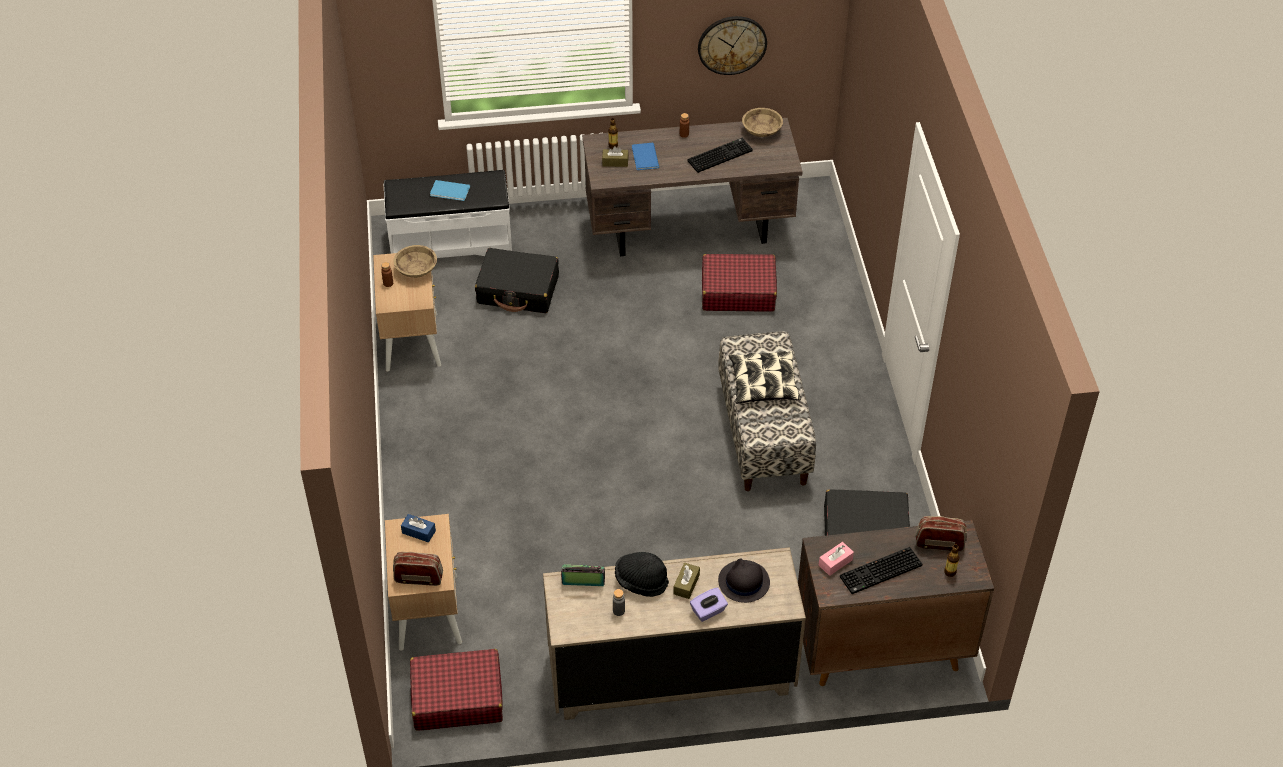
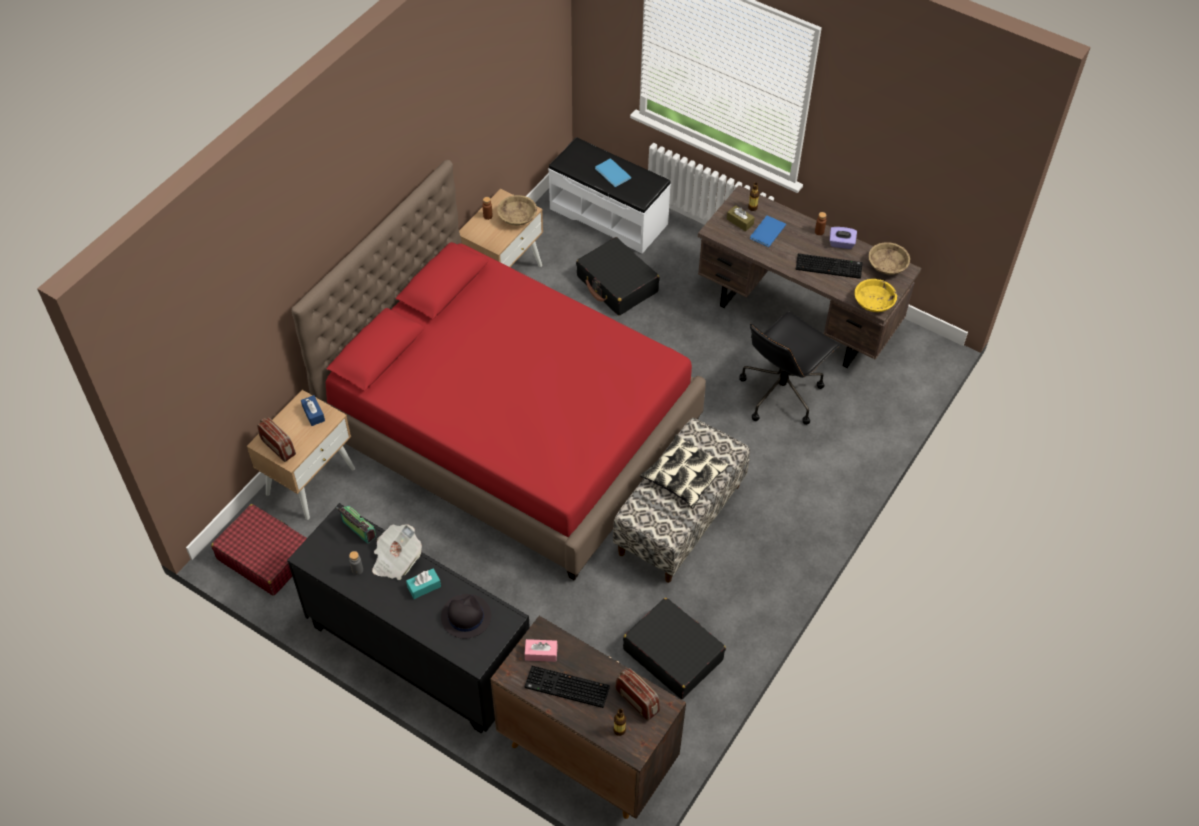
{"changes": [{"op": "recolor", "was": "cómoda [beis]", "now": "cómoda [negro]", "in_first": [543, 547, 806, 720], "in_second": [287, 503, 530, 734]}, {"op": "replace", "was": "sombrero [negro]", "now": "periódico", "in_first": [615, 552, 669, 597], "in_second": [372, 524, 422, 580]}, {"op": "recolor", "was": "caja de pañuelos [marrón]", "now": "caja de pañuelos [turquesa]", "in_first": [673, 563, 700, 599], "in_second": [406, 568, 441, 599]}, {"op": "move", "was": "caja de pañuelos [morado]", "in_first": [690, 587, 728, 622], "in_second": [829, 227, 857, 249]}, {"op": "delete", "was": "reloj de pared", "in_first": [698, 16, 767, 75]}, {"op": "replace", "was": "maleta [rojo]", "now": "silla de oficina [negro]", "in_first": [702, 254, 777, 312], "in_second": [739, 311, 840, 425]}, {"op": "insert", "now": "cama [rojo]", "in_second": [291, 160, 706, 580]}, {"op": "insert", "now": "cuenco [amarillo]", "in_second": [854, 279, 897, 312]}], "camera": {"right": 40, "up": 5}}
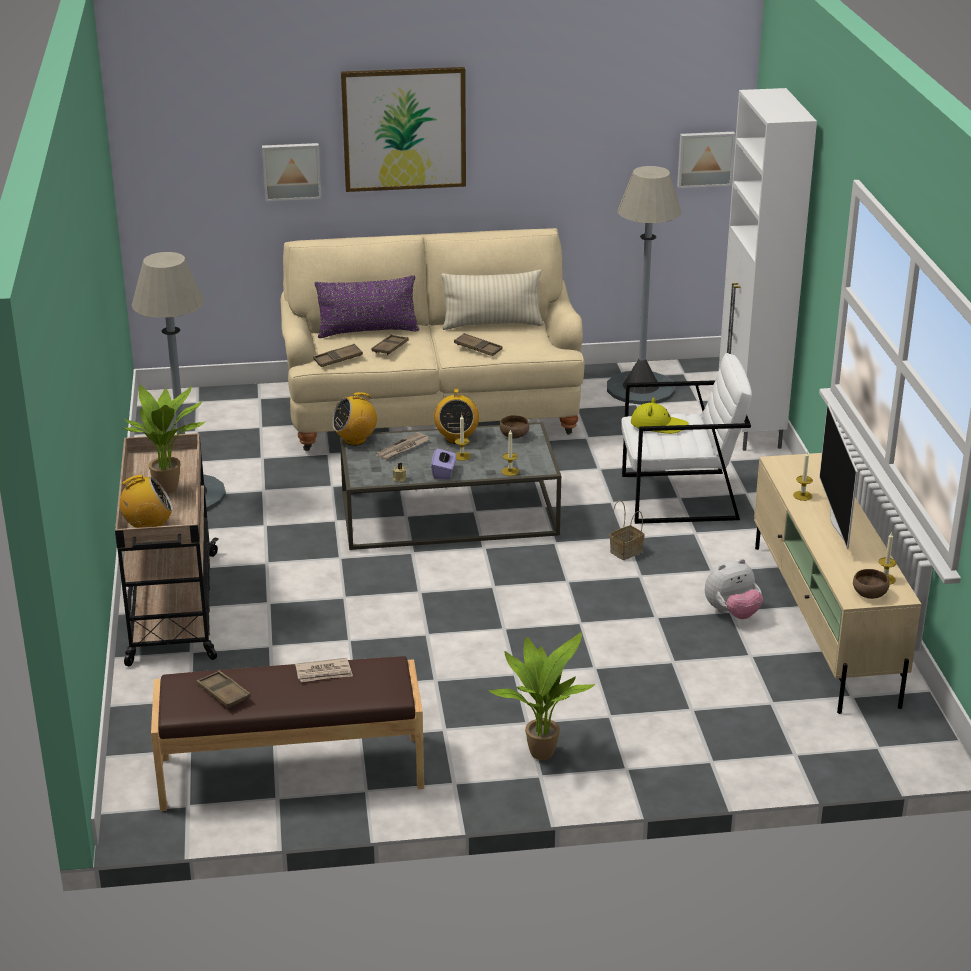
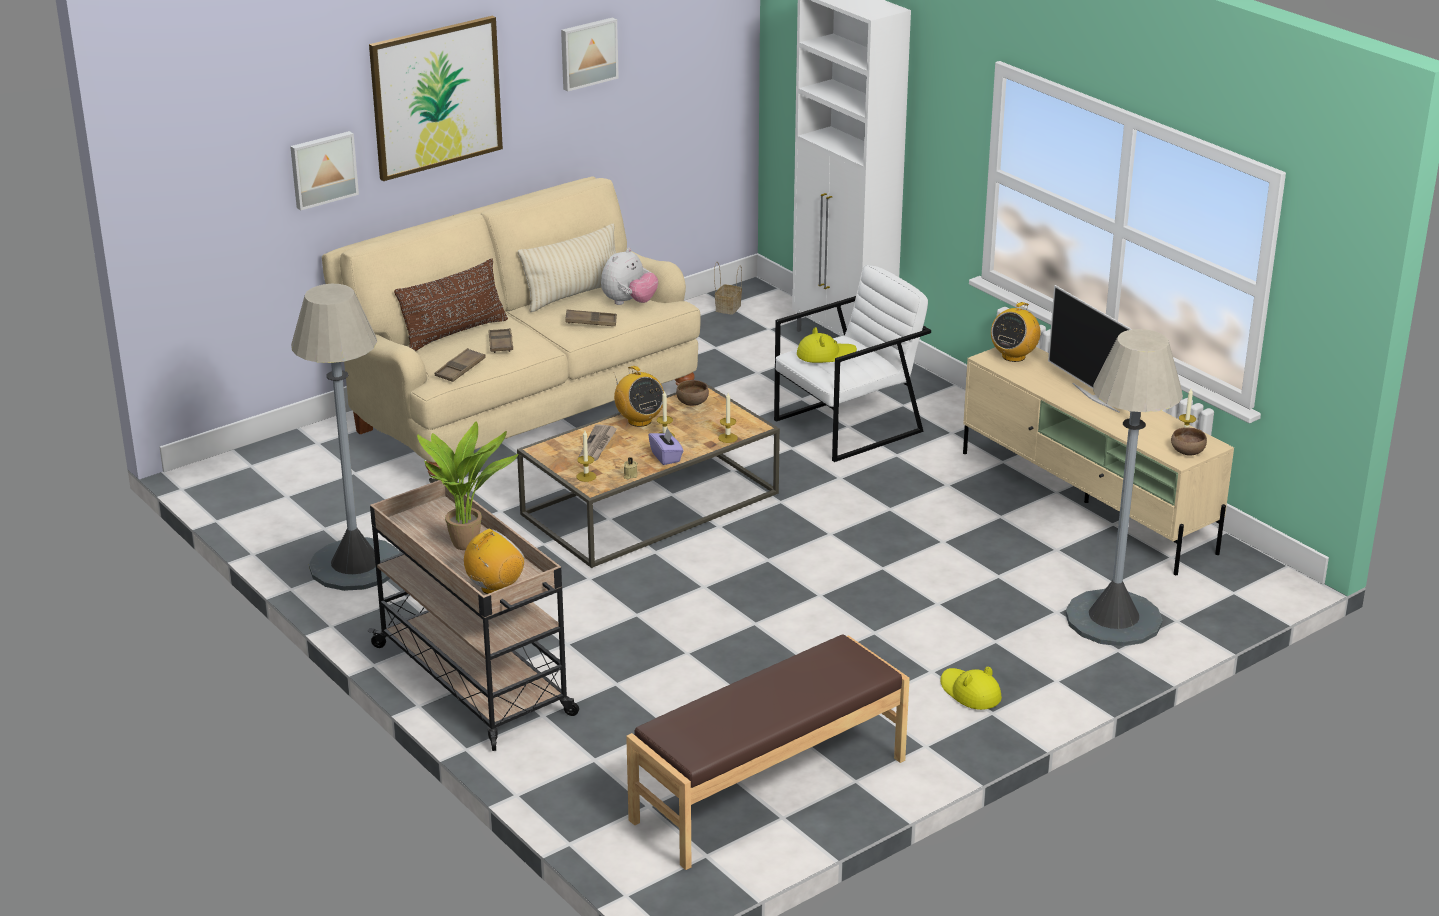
{"changes": [{"op": "delete", "was": "bandeja [marrón]", "in_first": [196, 670, 251, 708]}, {"op": "delete", "was": "periódico", "in_first": [295, 658, 353, 682]}, {"op": "recolor", "was": "cojín [morado]", "now": "cojín [marrón]", "in_first": [315, 275, 419, 338], "in_second": [394, 258, 508, 351]}, {"op": "move", "was": "radio", "in_first": [332, 392, 377, 446], "in_second": [991, 302, 1040, 362]}, {"op": "recolor", "was": "mesa de centro [gris]", "now": "mesa de centro [marrón]", "in_first": [340, 422, 561, 550], "in_second": [517, 382, 780, 568]}, {"op": "replace", "was": "planta en maceta", "now": "sombrero [amarillo]", "in_first": [488, 632, 595, 760], "in_second": [940, 666, 1002, 710]}, {"op": "move", "was": "lámpara de pie [gris]", "in_first": [607, 166, 682, 405], "in_second": [1066, 329, 1183, 646]}, {"op": "move", "was": "cesta", "in_first": [610, 500, 644, 560], "in_second": [714, 262, 742, 315]}, {"op": "move", "was": "cuadro", "in_first": [677, 132, 735, 188], "in_second": [561, 17, 619, 91]}, {"op": "move", "was": "peluche", "in_first": [705, 559, 763, 619], "in_second": [601, 248, 658, 305]}, {"op": "move", "was": "vela", "in_first": [793, 451, 813, 501], "in_second": [577, 430, 596, 482]}], "camera": {"right": -30, "up": 0}}
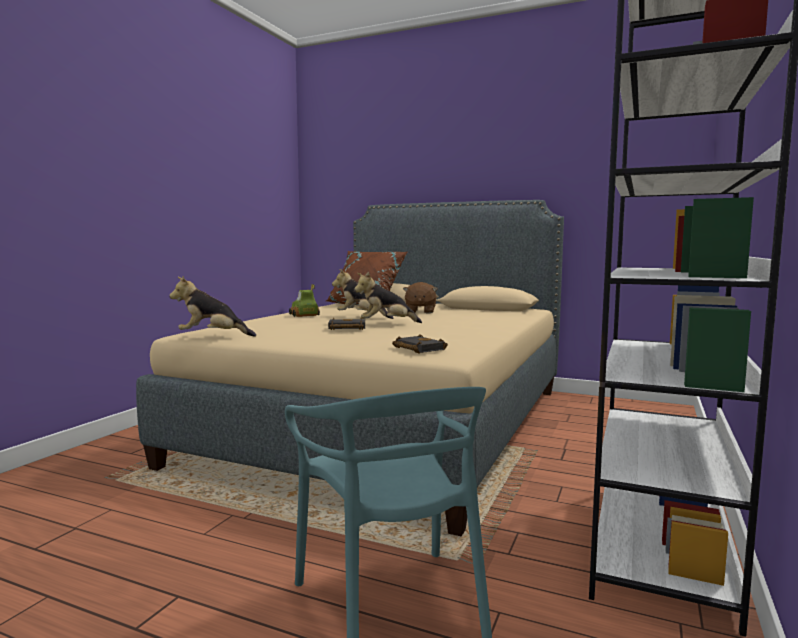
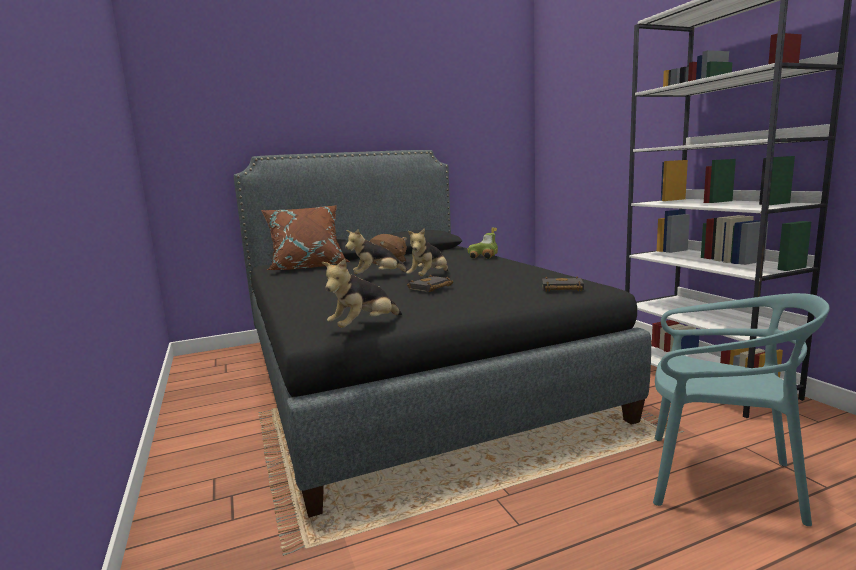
{"changes": [{"op": "recolor", "was": "cama [beis]", "now": "cama [negro]", "in_first": [136, 200, 564, 536], "in_second": [233, 150, 651, 518]}, {"op": "move", "was": "coche de juguete", "in_first": [289, 284, 320, 317], "in_second": [467, 227, 498, 259]}], "camera": {"right": -45, "up": 5}}
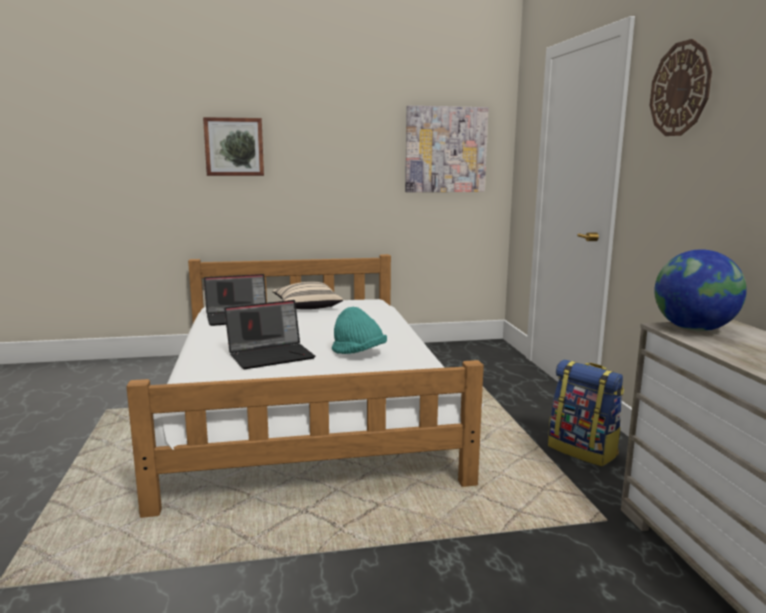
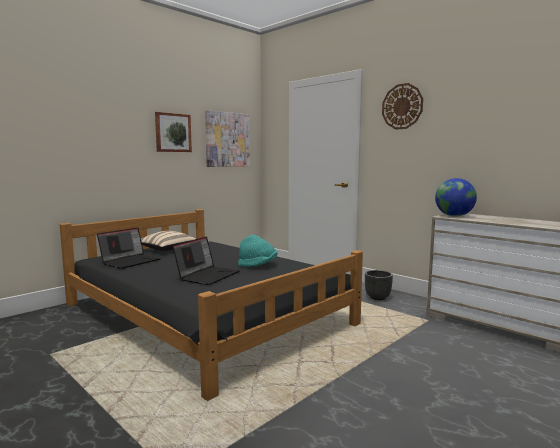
{"changes": [{"op": "recolor", "was": "cama [blanco]", "now": "cama [negro]", "in_first": [126, 254, 484, 518], "in_second": [60, 209, 363, 401]}, {"op": "move", "was": "cuadro", "in_first": [203, 117, 264, 176], "in_second": [155, 112, 192, 152]}, {"op": "replace", "was": "mochila", "now": "maceta [negro]", "in_first": [548, 360, 624, 466], "in_second": [365, 270, 393, 300]}], "camera": {"right": -35, "up": -5}}
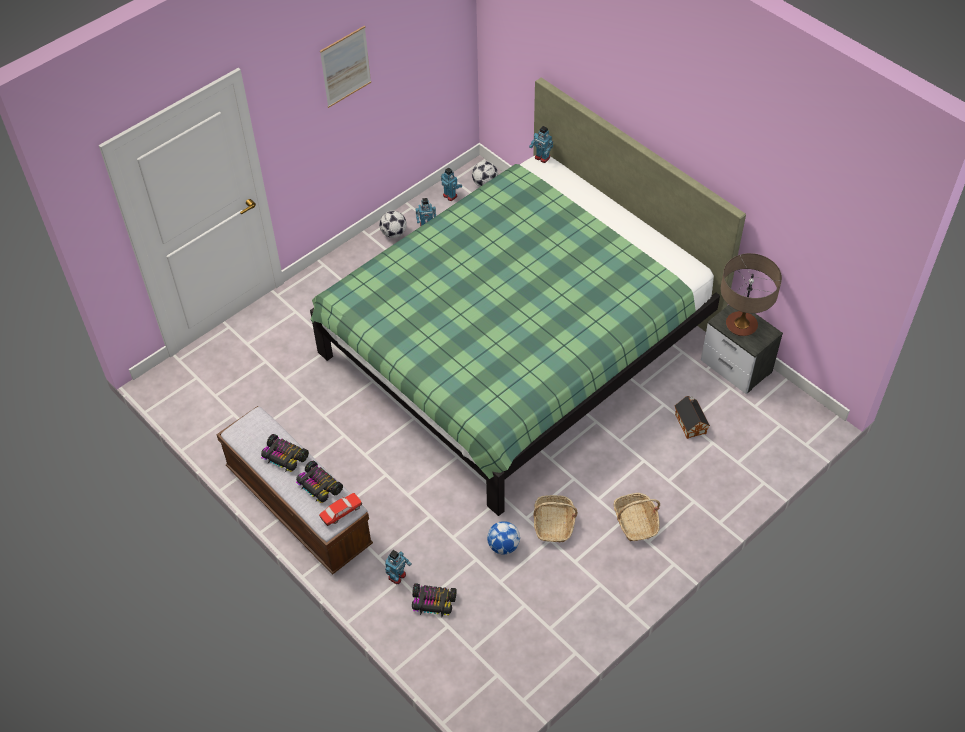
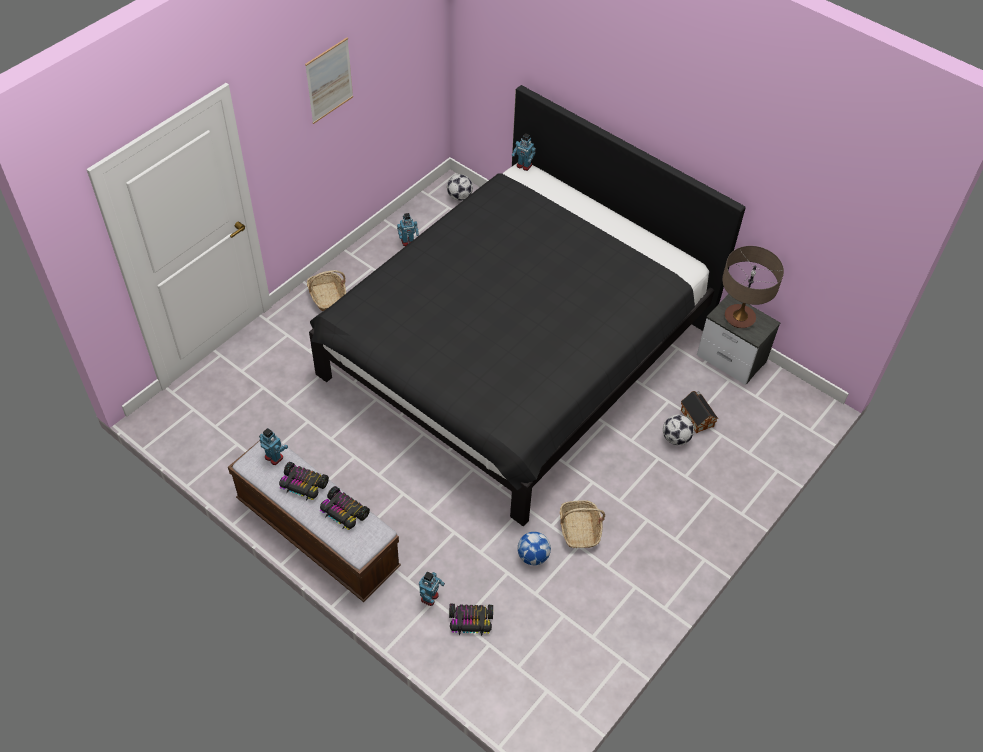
{"changes": [{"op": "recolor", "was": "cama [verde]", "now": "cama [negro]", "in_first": [310, 78, 746, 516], "in_second": [309, 85, 746, 526]}, {"op": "delete", "was": "coche de juguete", "in_first": [319, 493, 362, 526]}, {"op": "move", "was": "balón de fútbol", "in_first": [379, 211, 407, 238], "in_second": [663, 414, 694, 445]}, {"op": "move", "was": "robot de juguete", "in_first": [441, 168, 462, 201], "in_second": [259, 428, 288, 465]}, {"op": "move", "was": "cesta", "in_first": [614, 493, 660, 541], "in_second": [307, 270, 346, 311]}], "camera": {"right": -10, "up": 0}}
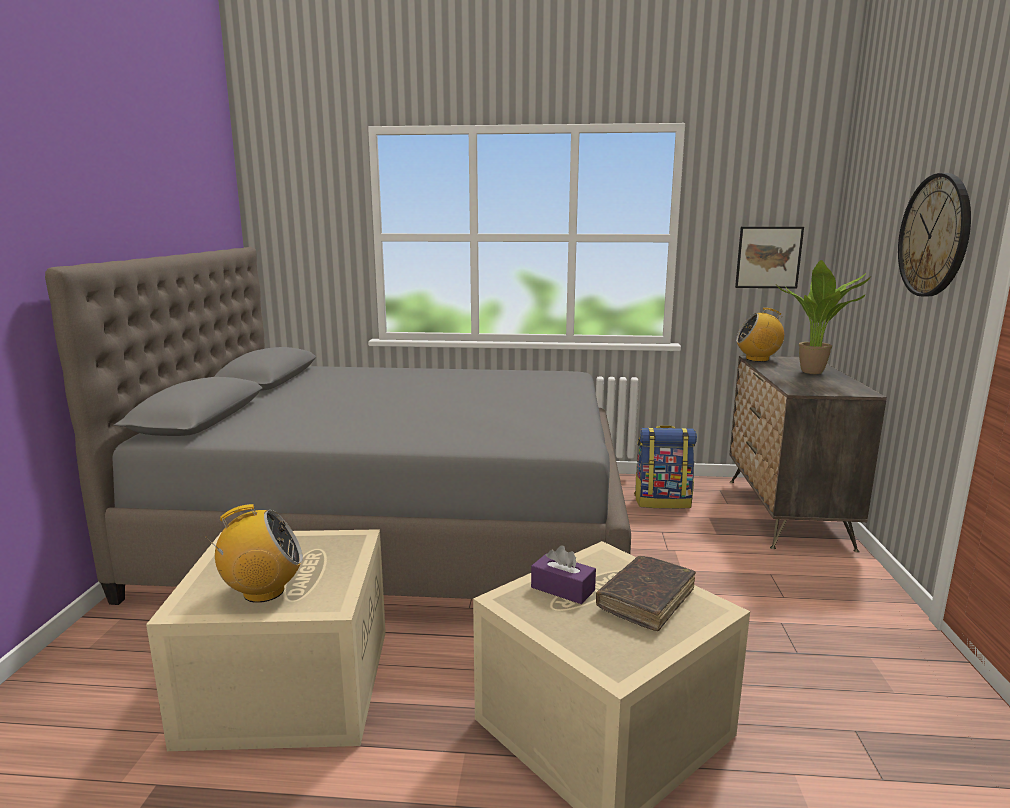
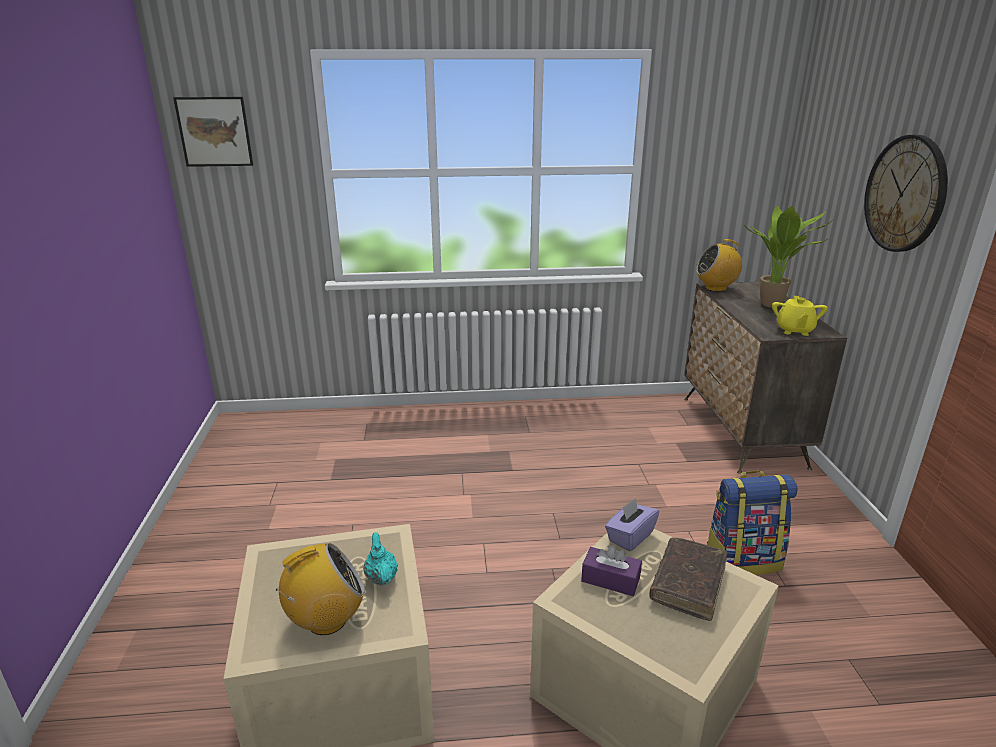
{"changes": [{"op": "delete", "was": "cama [gris]", "in_first": [45, 247, 631, 605]}, {"op": "move", "was": "mochila", "in_first": [634, 425, 697, 509], "in_second": [707, 471, 797, 575]}, {"op": "move", "was": "cuadro", "in_first": [735, 227, 804, 288], "in_second": [173, 97, 253, 167]}, {"op": "insert", "now": "tetera [turquesa]", "in_second": [363, 532, 398, 586]}, {"op": "insert", "now": "caja de pañuelos [morado]", "in_second": [605, 498, 659, 552]}, {"op": "insert", "now": "tetera [amarillo]", "in_second": [772, 296, 828, 336]}], "camera": {"right": -10, "up": 10}}
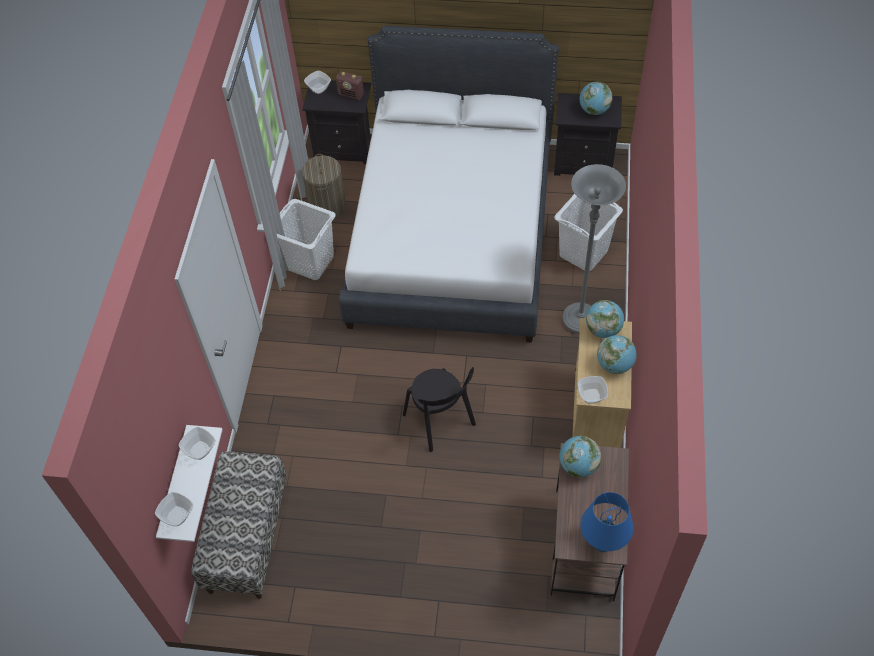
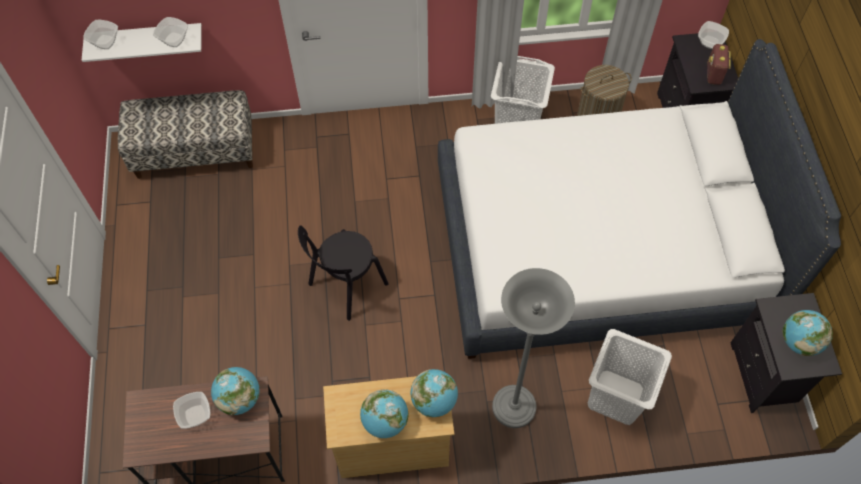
{"changes": [{"op": "move", "was": "cuenco", "in_first": [578, 376, 608, 404], "in_second": [173, 392, 210, 429]}, {"op": "delete", "was": "lámpara de mesa [azul]", "in_first": [580, 492, 633, 552]}], "camera": {"right": 75, "up": 5}}
